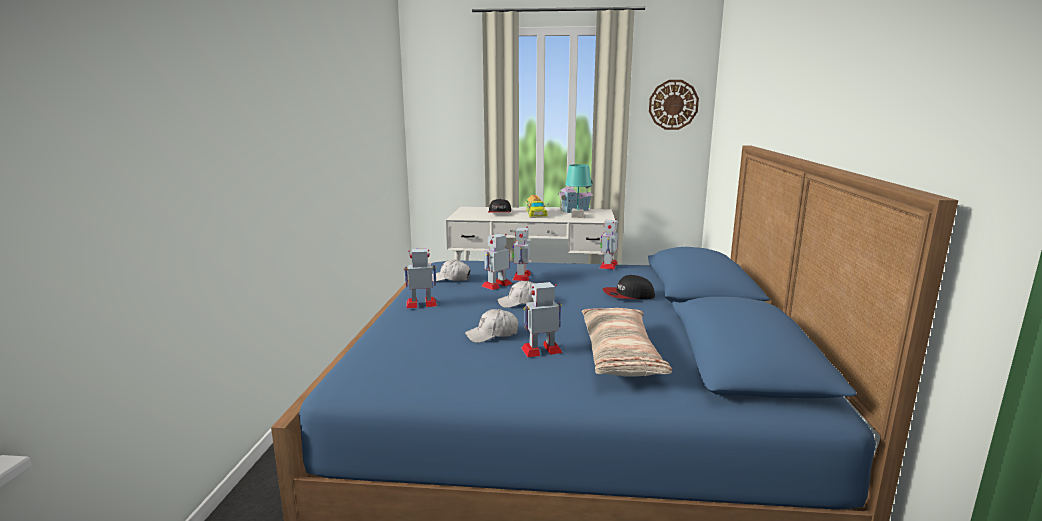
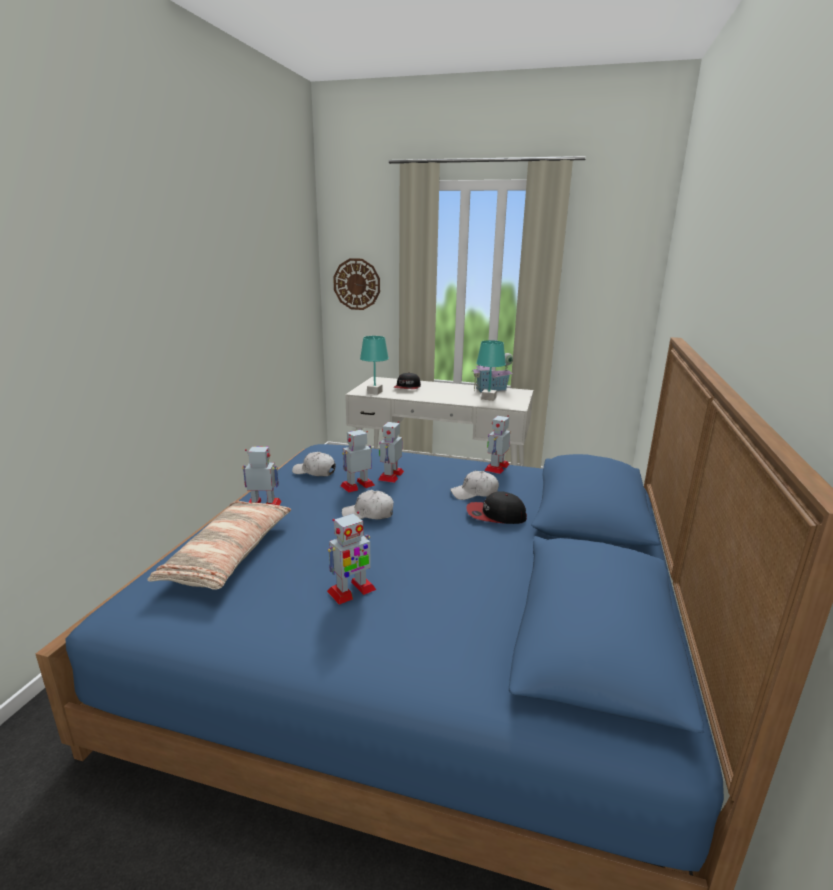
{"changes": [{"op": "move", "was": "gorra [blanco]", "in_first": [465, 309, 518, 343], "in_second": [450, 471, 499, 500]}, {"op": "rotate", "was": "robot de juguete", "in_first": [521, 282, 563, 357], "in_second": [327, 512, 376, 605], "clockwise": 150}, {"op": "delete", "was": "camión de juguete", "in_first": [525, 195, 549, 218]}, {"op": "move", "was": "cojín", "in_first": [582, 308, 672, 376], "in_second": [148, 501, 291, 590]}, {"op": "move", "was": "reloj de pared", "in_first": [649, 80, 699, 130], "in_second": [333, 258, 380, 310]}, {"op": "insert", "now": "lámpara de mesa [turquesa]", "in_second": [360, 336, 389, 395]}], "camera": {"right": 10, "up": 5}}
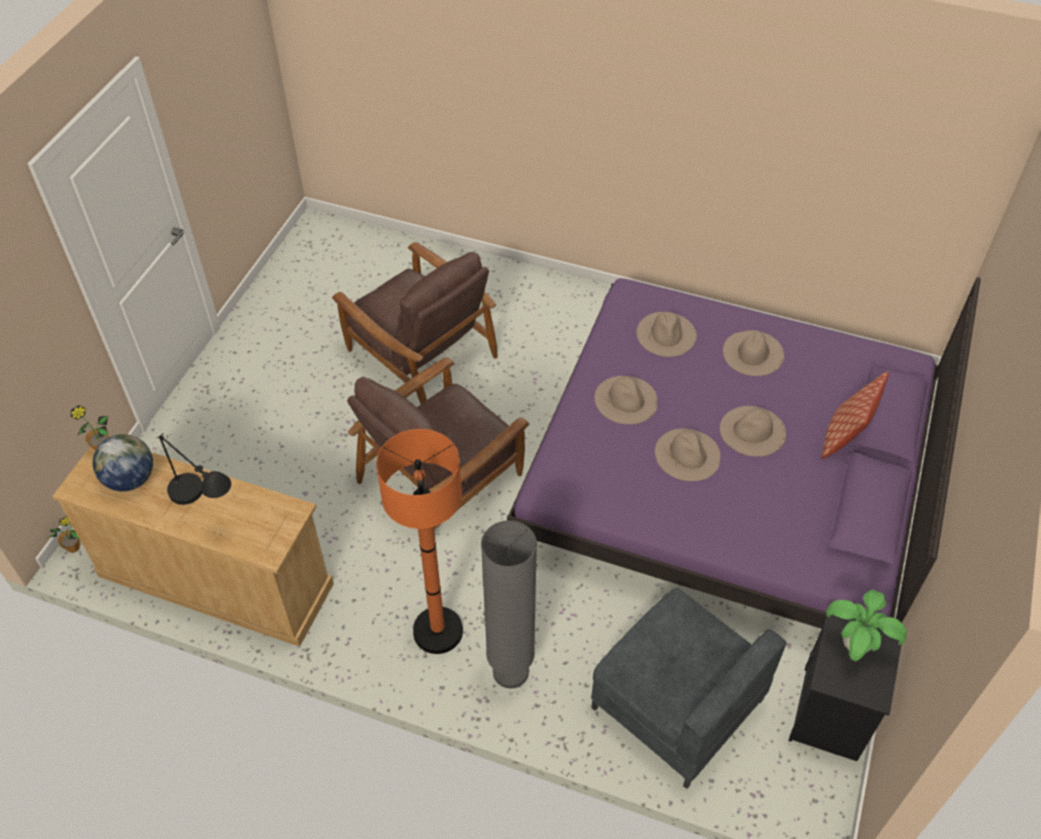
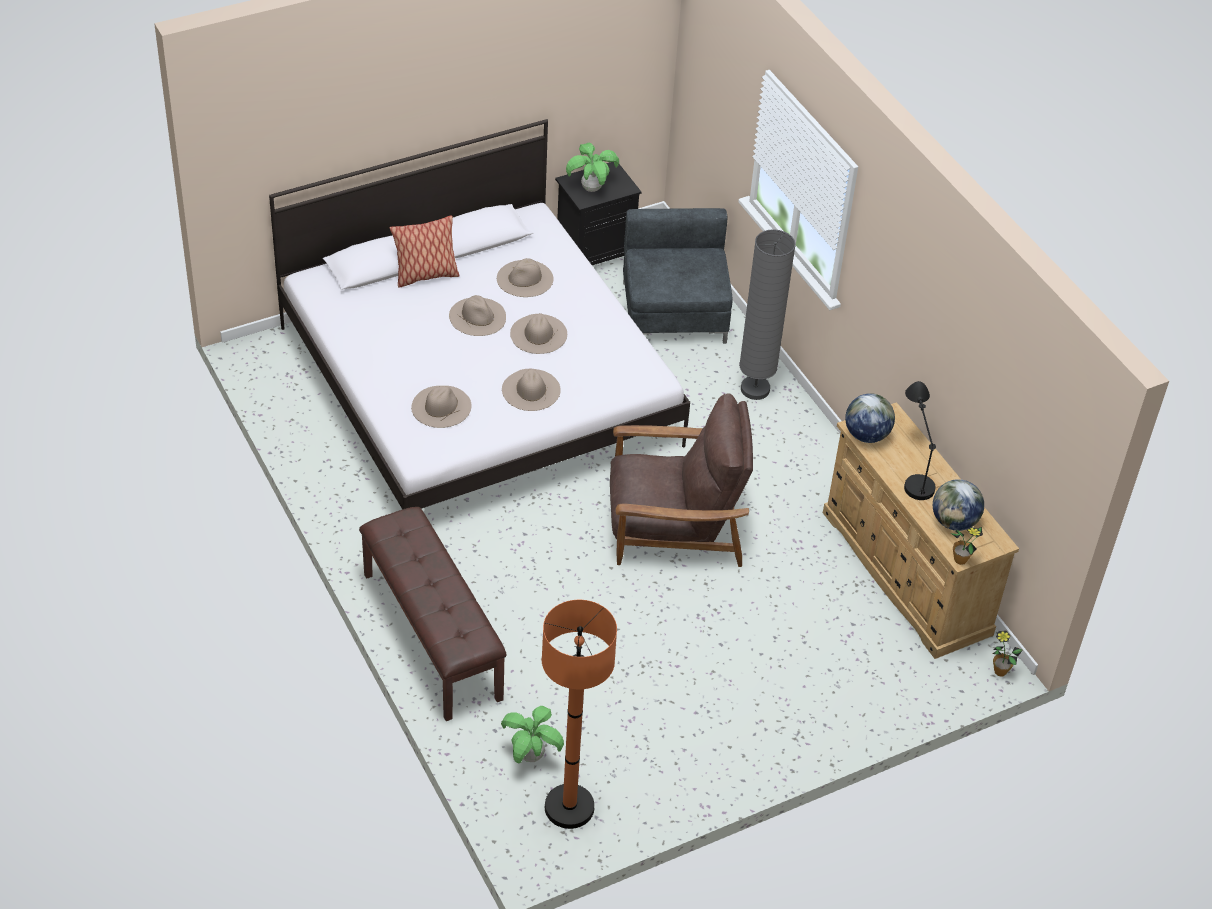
{"changes": [{"op": "delete", "was": "sillón [marrón]", "in_first": [332, 242, 498, 404]}, {"op": "move", "was": "lámpara de pie [naranja]", "in_first": [376, 429, 463, 654], "in_second": [542, 600, 617, 829]}, {"op": "recolor", "was": "cama [morado]", "now": "cama [blanco]", "in_first": [507, 277, 981, 629], "in_second": [269, 119, 690, 510]}, {"op": "move", "was": "sombrero [beis]", "in_first": [723, 330, 784, 376], "in_second": [497, 258, 553, 297]}, {"op": "insert", "now": "banco [marrón]", "in_second": [359, 507, 507, 721]}, {"op": "insert", "now": "planta en maceta", "in_second": [501, 706, 564, 764]}, {"op": "insert", "now": "globo terráqueo", "in_second": [845, 393, 895, 443]}], "camera": {"right": -140, "up": -5}}
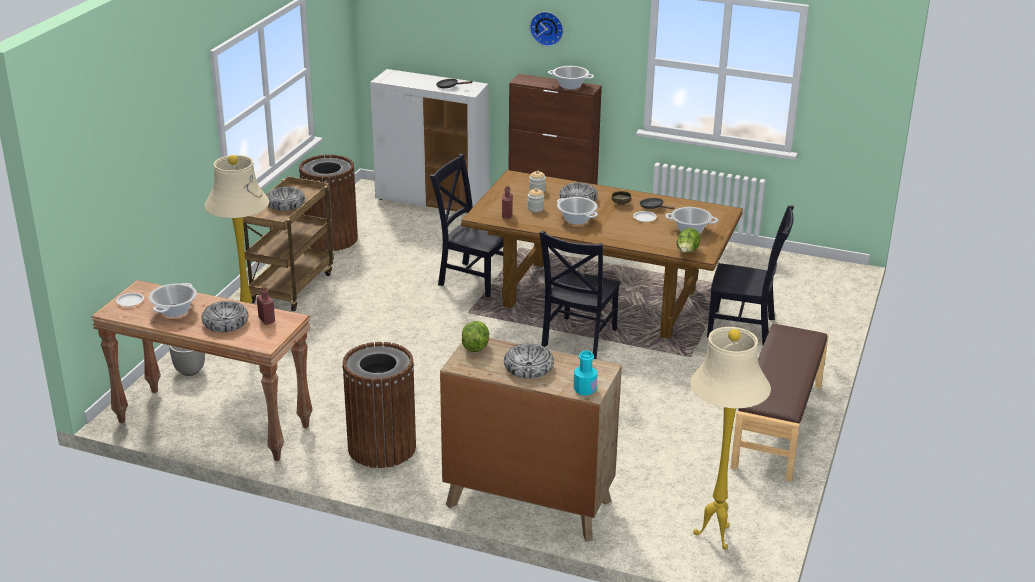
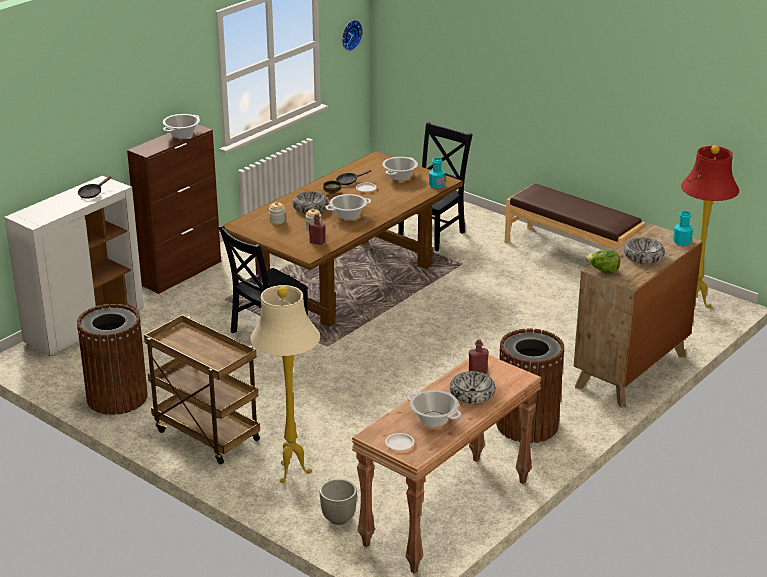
{"changes": [{"op": "delete", "was": "cuenco", "in_first": [267, 187, 305, 211]}, {"op": "move", "was": "reloj de pared", "in_first": [530, 12, 563, 46], "in_second": [342, 20, 363, 51]}, {"op": "delete", "was": "silla [negro]", "in_first": [539, 231, 621, 359]}, {"op": "replace", "was": "lechuga", "now": "botella [turquesa]", "in_first": [677, 228, 701, 253], "in_second": [429, 158, 445, 189]}, {"op": "recolor", "was": "lámpara de pie [beis]", "now": "lámpara de pie [rojo]", "in_first": [690, 327, 771, 550], "in_second": [681, 145, 739, 308]}], "camera": {"right": -70, "up": 0}}
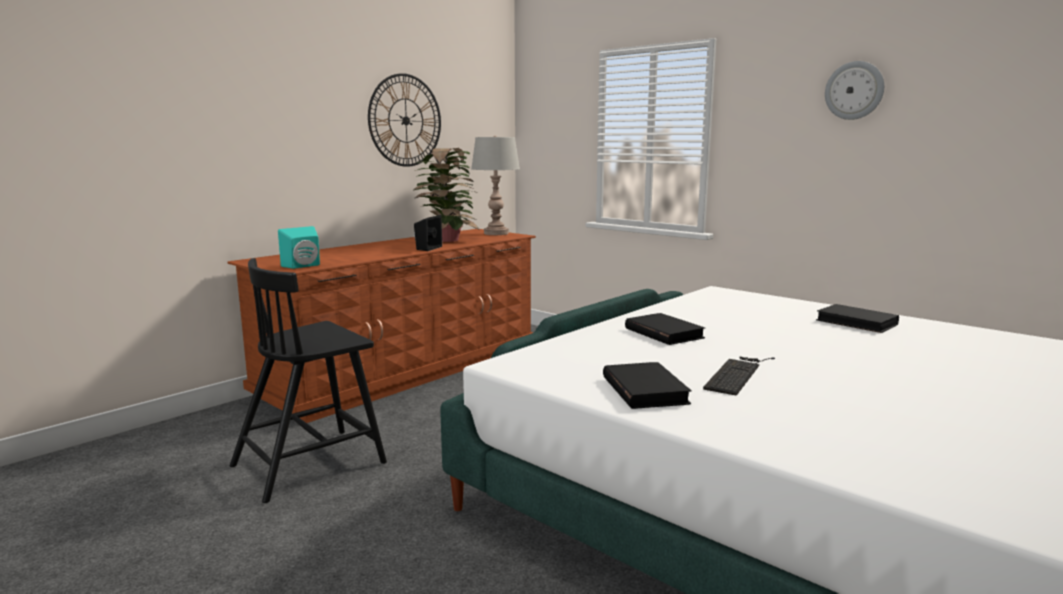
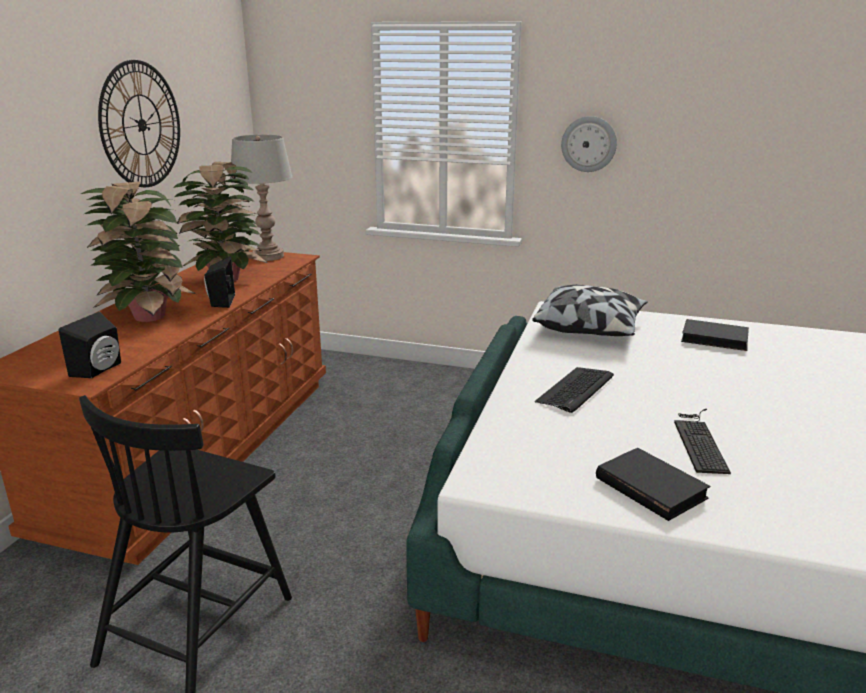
{"changes": [{"op": "recolor", "was": "altavoz [turquesa]", "now": "altavoz [negro]", "in_first": [278, 226, 320, 269], "in_second": [59, 312, 121, 378]}, {"op": "replace", "was": "libro [negro]", "now": "teclado", "in_first": [625, 313, 705, 345], "in_second": [535, 367, 614, 413]}, {"op": "move", "was": "reloj de pared", "in_first": [825, 61, 884, 120], "in_second": [561, 116, 617, 172]}, {"op": "insert", "now": "planta en maceta", "in_second": [81, 181, 196, 322]}, {"op": "insert", "now": "cojín", "in_second": [532, 285, 648, 336]}], "camera": {"right": -25, "up": 10}}
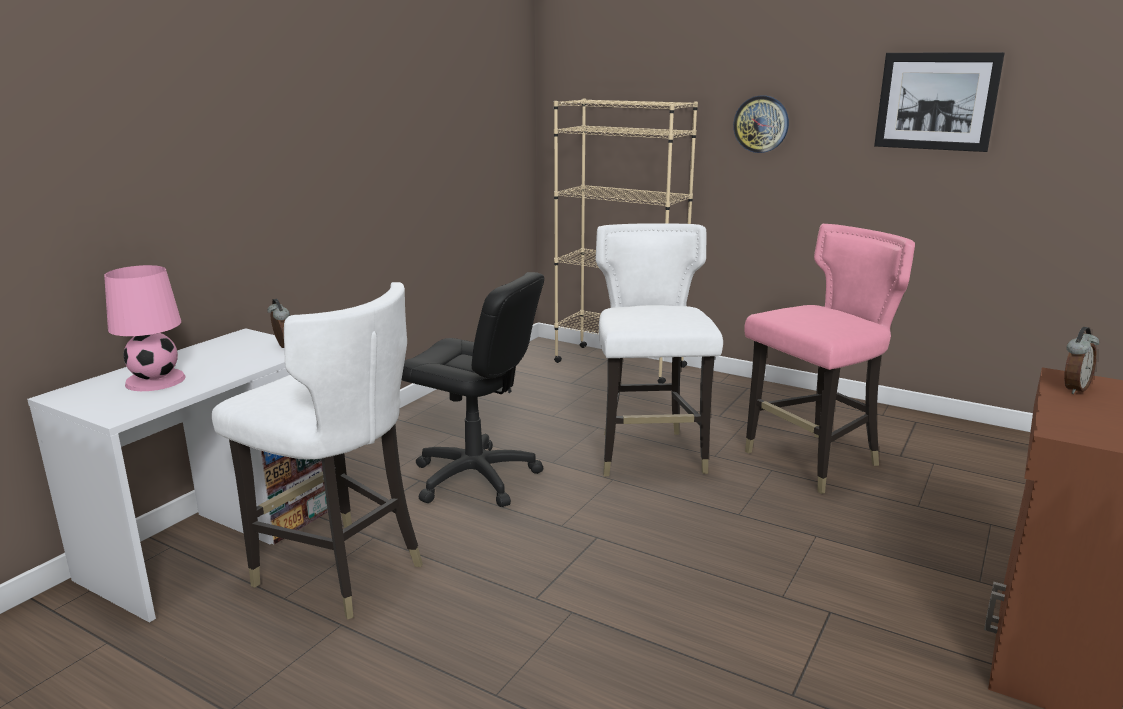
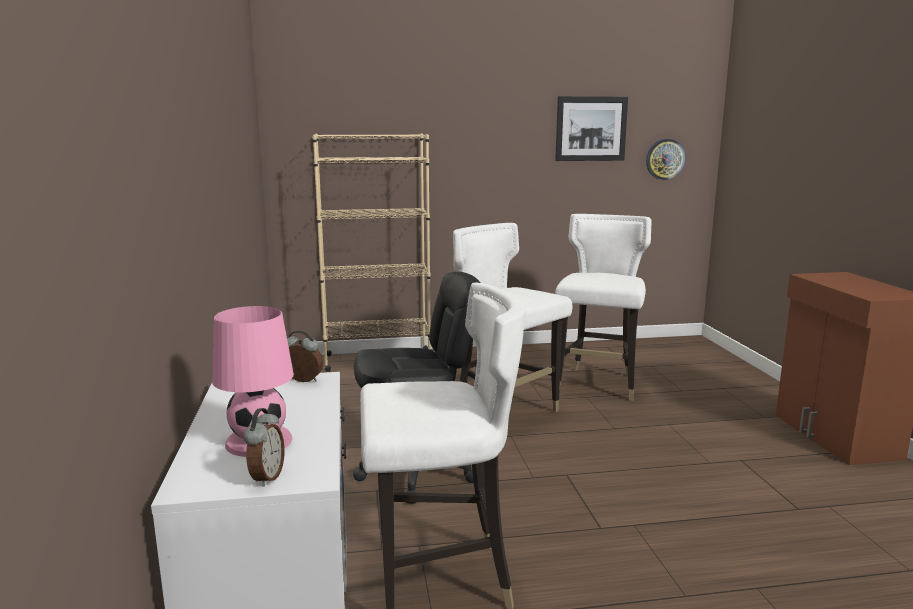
{"changes": [{"op": "move", "was": "reloj de pared", "in_first": [733, 96, 789, 153], "in_second": [646, 139, 686, 180]}, {"op": "recolor", "was": "silla [rosa]", "now": "silla [blanco]", "in_first": [745, 224, 915, 494], "in_second": [555, 214, 651, 401]}, {"op": "move", "was": "despertador", "in_first": [1064, 327, 1099, 394], "in_second": [243, 408, 285, 487]}], "camera": {"right": -40, "up": -5}}
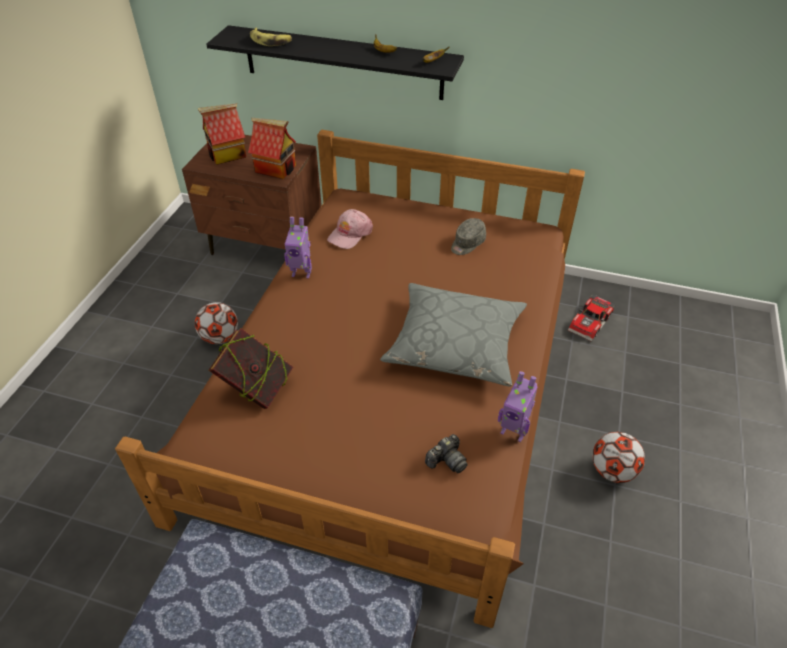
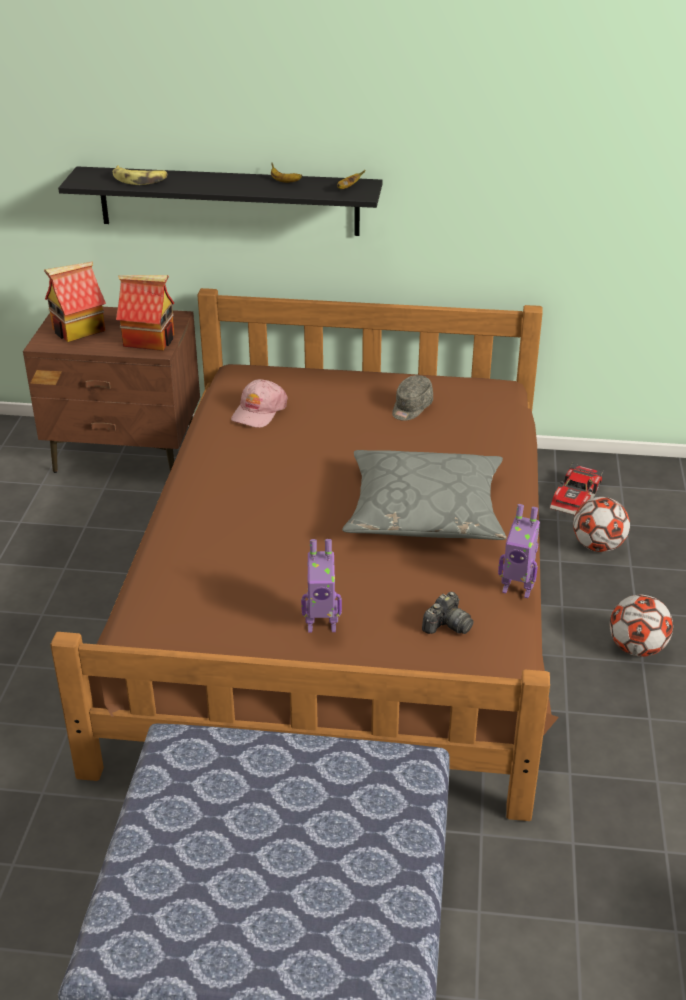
{"changes": [{"op": "move", "was": "balón de fútbol", "in_first": [195, 302, 238, 344], "in_second": [573, 497, 630, 552]}, {"op": "delete", "was": "libro", "in_first": [209, 328, 293, 409]}, {"op": "move", "was": "robot de juguete", "in_first": [284, 217, 312, 279], "in_second": [301, 539, 342, 633]}], "camera": {"right": -10, "up": -10}}
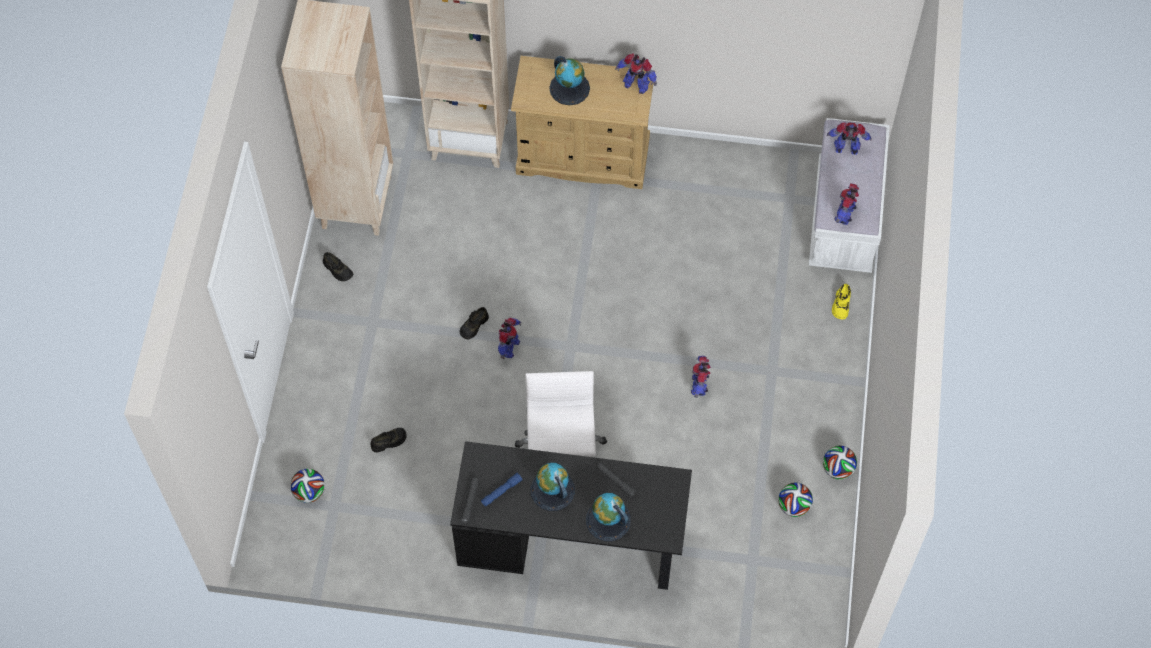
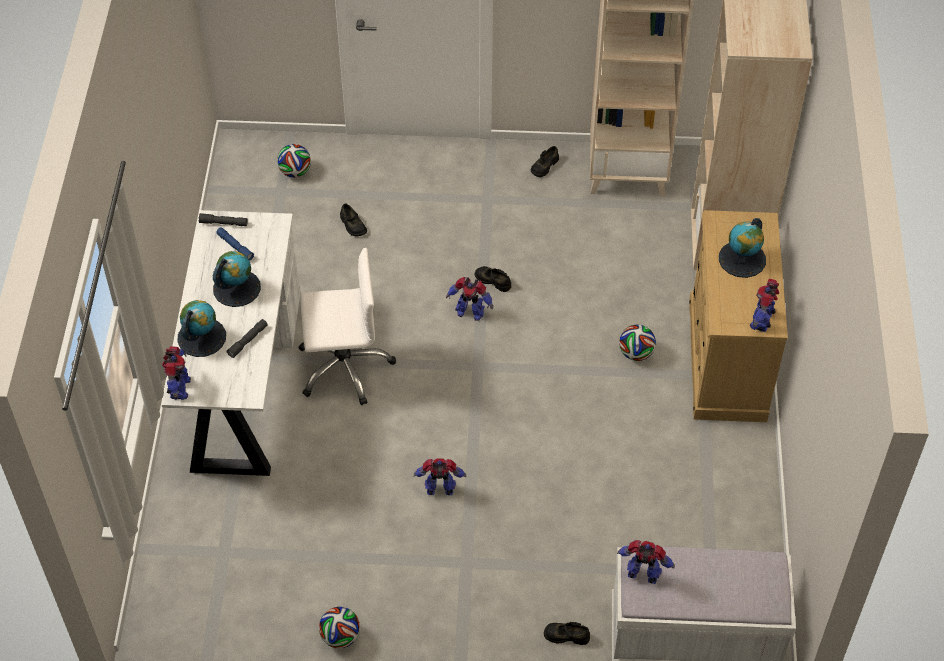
{"changes": [{"op": "recolor", "was": "escritorio [negro]", "now": "escritorio [blanco]", "in_first": [450, 441, 692, 590], "in_second": [162, 210, 300, 476]}, {"op": "move", "was": "balón de fútbol", "in_first": [778, 483, 813, 517], "in_second": [619, 325, 656, 361]}, {"op": "move", "was": "robot de juguete", "in_first": [827, 122, 871, 155], "in_second": [162, 347, 191, 400]}, {"op": "recolor", "was": "zapato [amarillo]", "now": "zapato [negro]", "in_first": [832, 284, 851, 319], "in_second": [544, 622, 590, 645]}], "camera": {"right": 85, "up": -10}}
